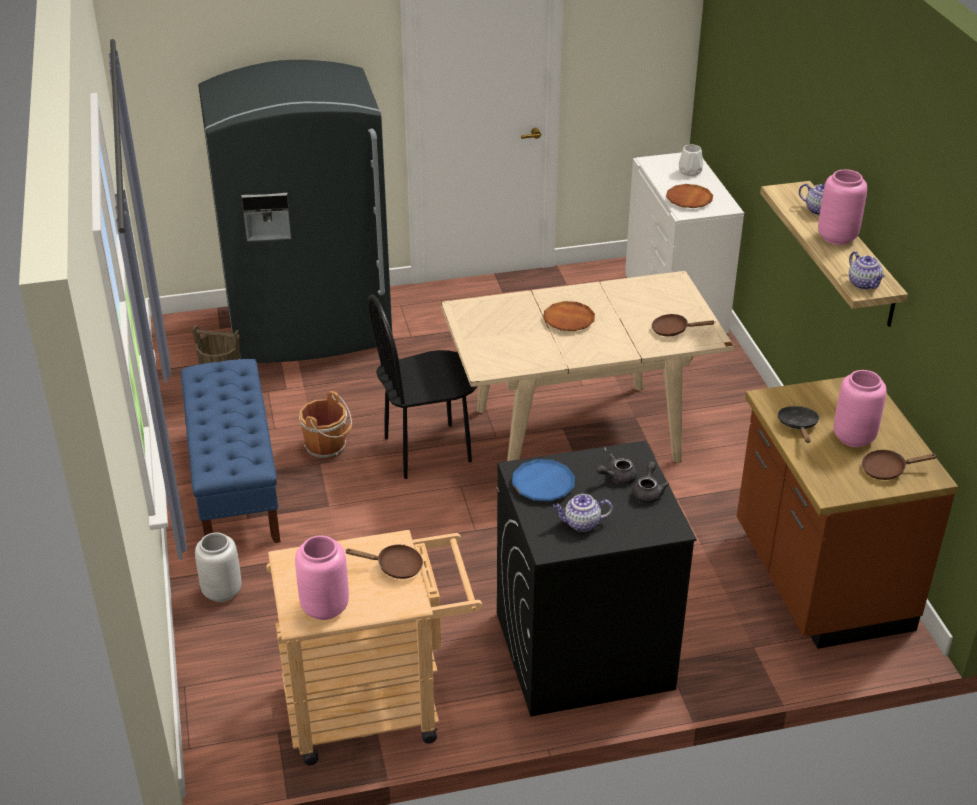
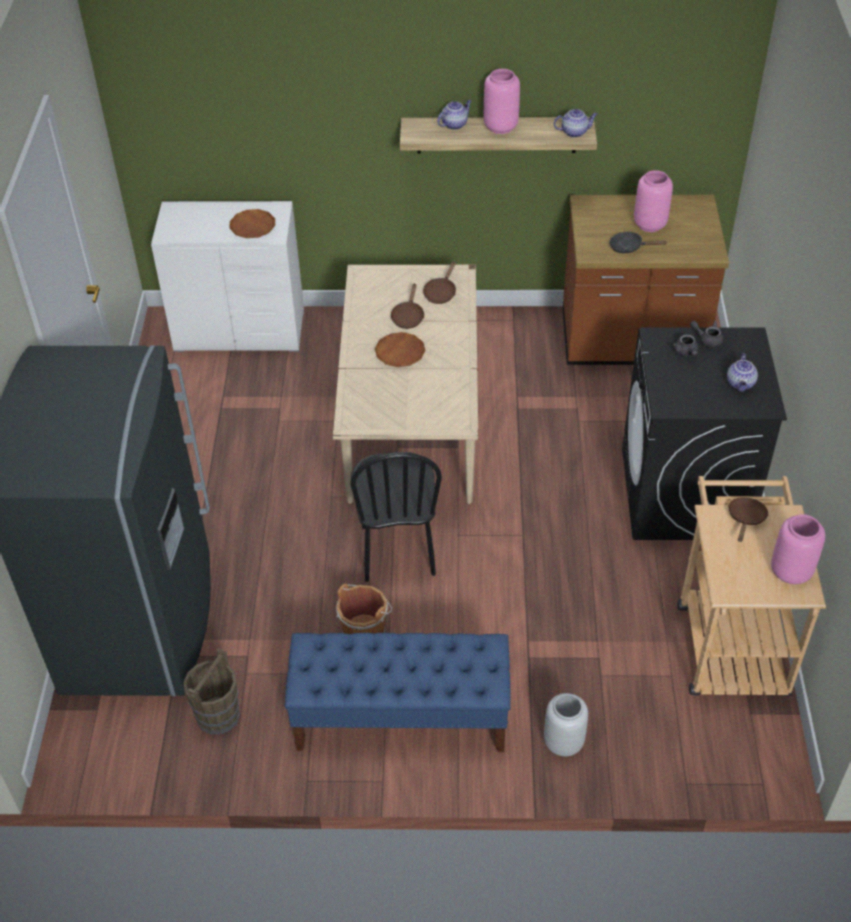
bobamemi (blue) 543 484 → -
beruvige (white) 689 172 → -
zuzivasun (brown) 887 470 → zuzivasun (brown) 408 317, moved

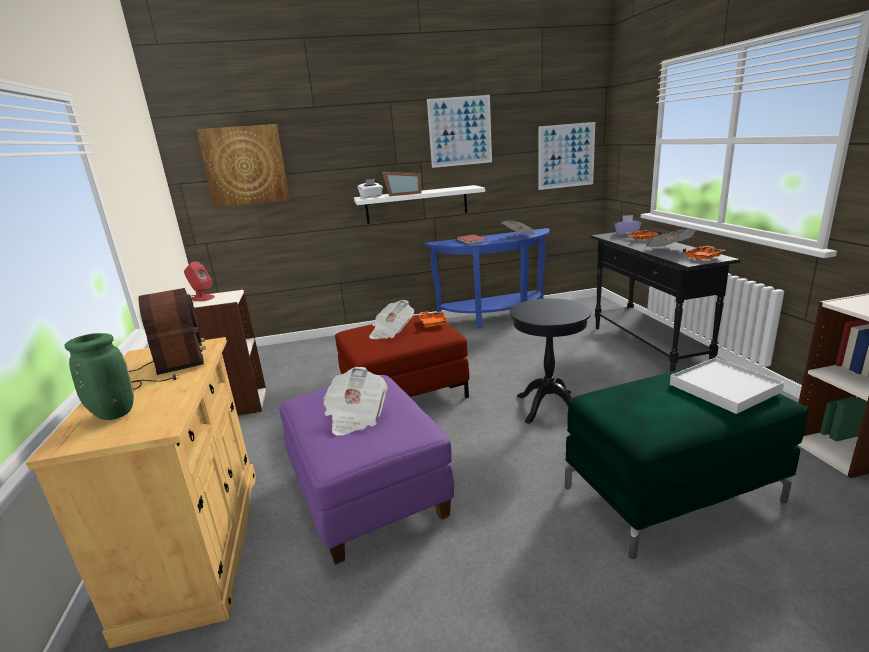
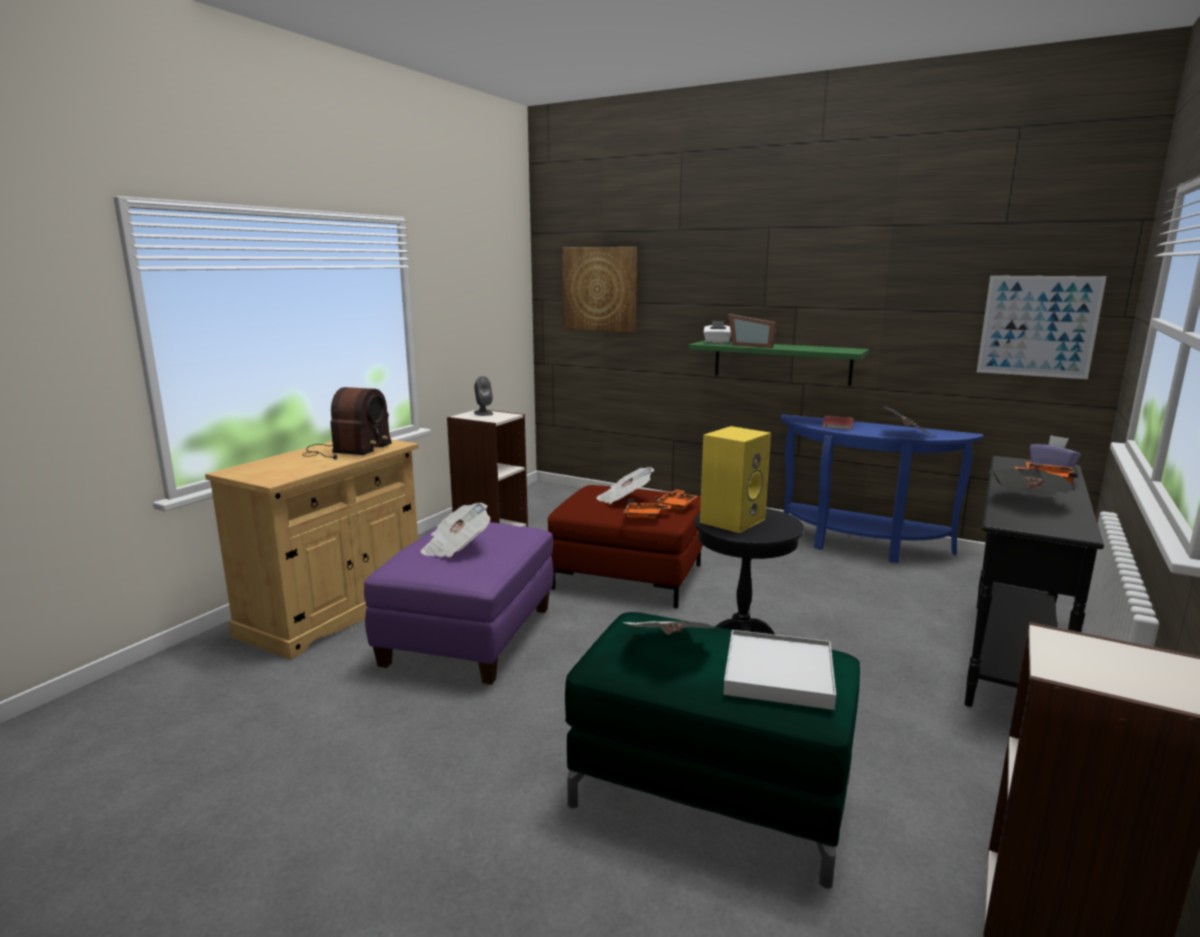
beruvige (green) 113 414 → -
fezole 460 131 → -
- → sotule 668 648
- → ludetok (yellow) 732 520
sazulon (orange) 704 257 → sazulon (orange) 645 516, moved
ludetok (red) 202 298 → ludetok (grey) 483 413
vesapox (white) 416 204 → vesapox (green) 781 362

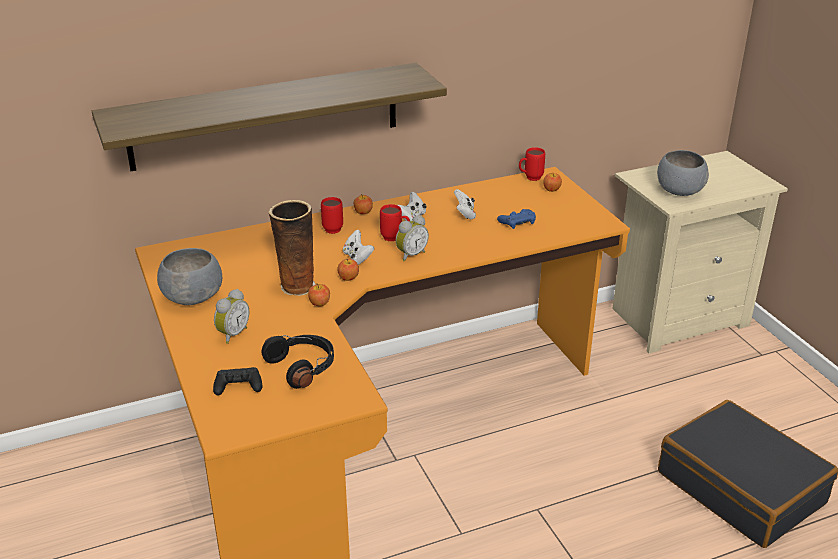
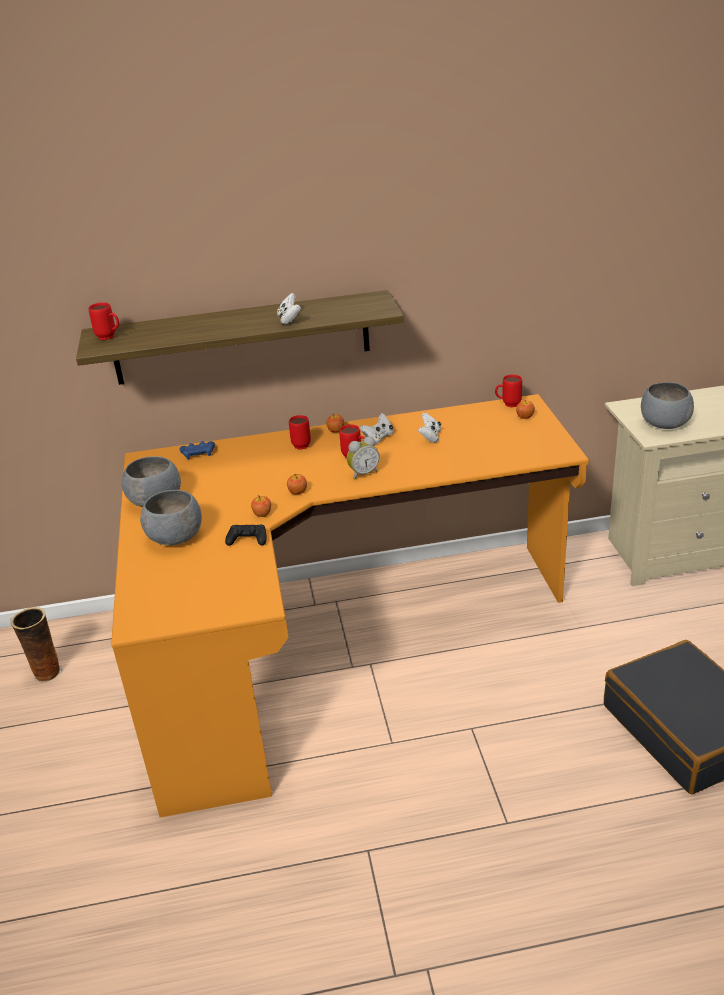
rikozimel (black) 303 367 → -
- → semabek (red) 109 338
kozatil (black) 238 386 → kozatil (black) 247 539, moved
beruvige 296 287 → beruvige 46 673, moved
kozatil (white) 357 258 → kozatil (white) 289 320, moved
kozatil (blue) 517 222 → kozatil (blue) 198 453, moved
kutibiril 232 334 → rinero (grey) 175 537

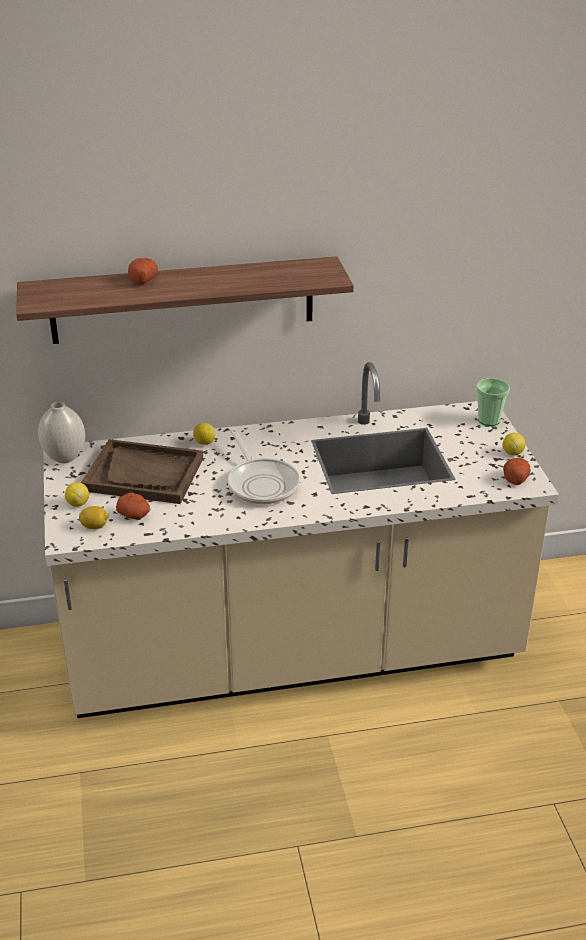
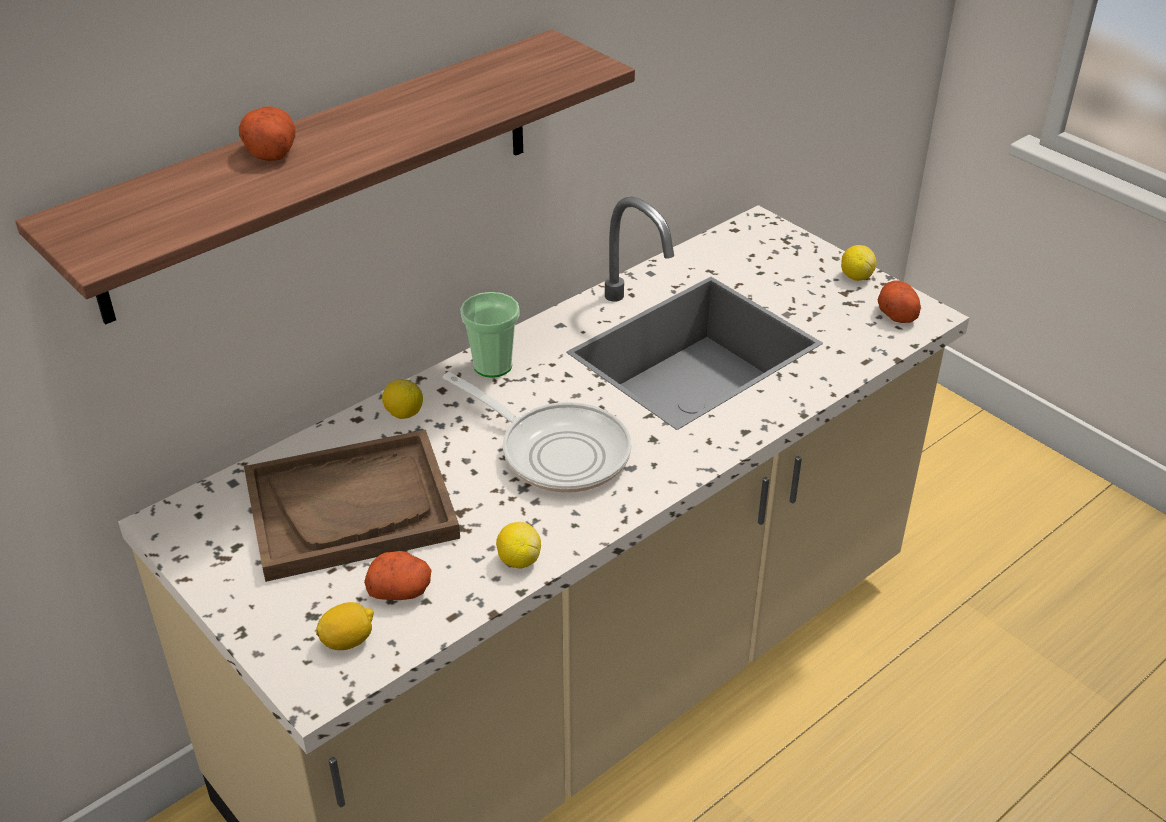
beruvige (white) 65 458 → -
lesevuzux 78 503 → lesevuzux 519 560, moved
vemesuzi 489 420 → vemesuzi 493 366, moved

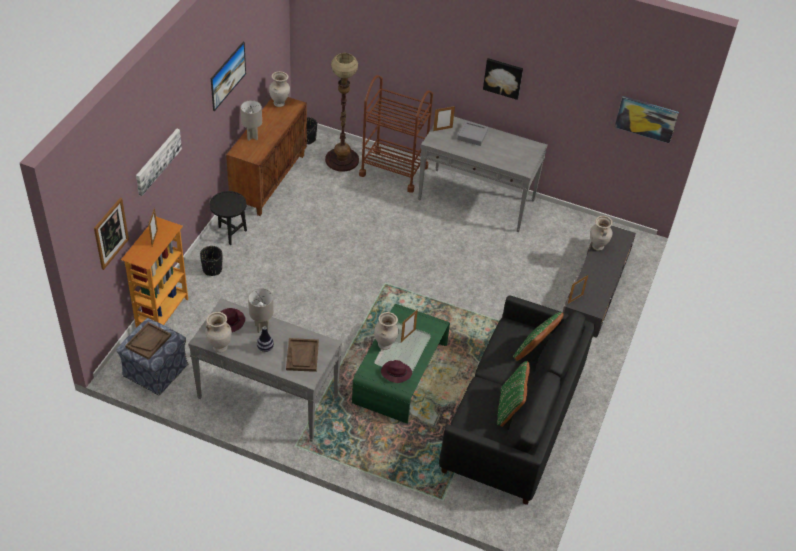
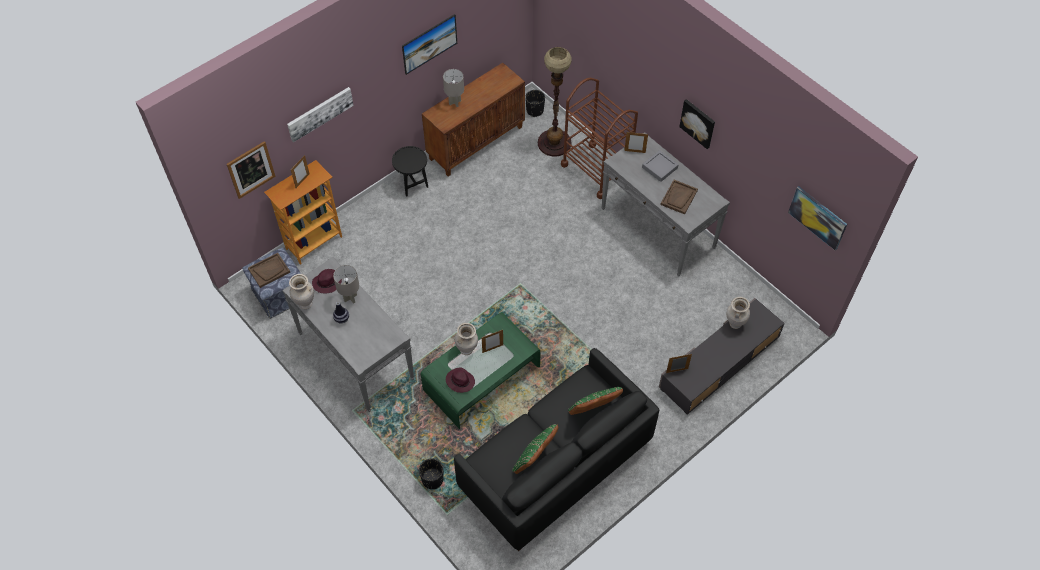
beruvige (beige) 280 104 → -
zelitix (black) 212 269 → zelitix (black) 432 479, moved
sazulon (brown) 302 356 → sazulon (brown) 679 197, moved

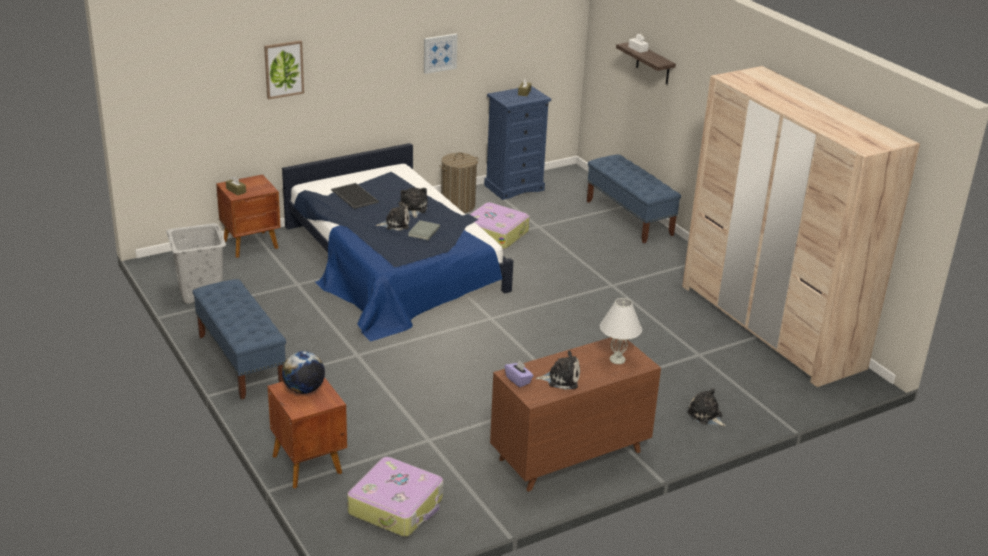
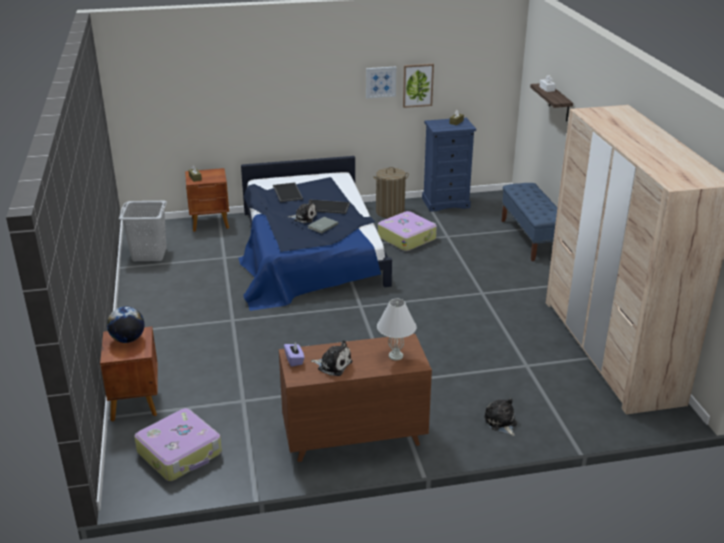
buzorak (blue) 241 361 → -
fezole 283 69 → fezole 417 85, moved
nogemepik 413 209 → sazulon 327 207

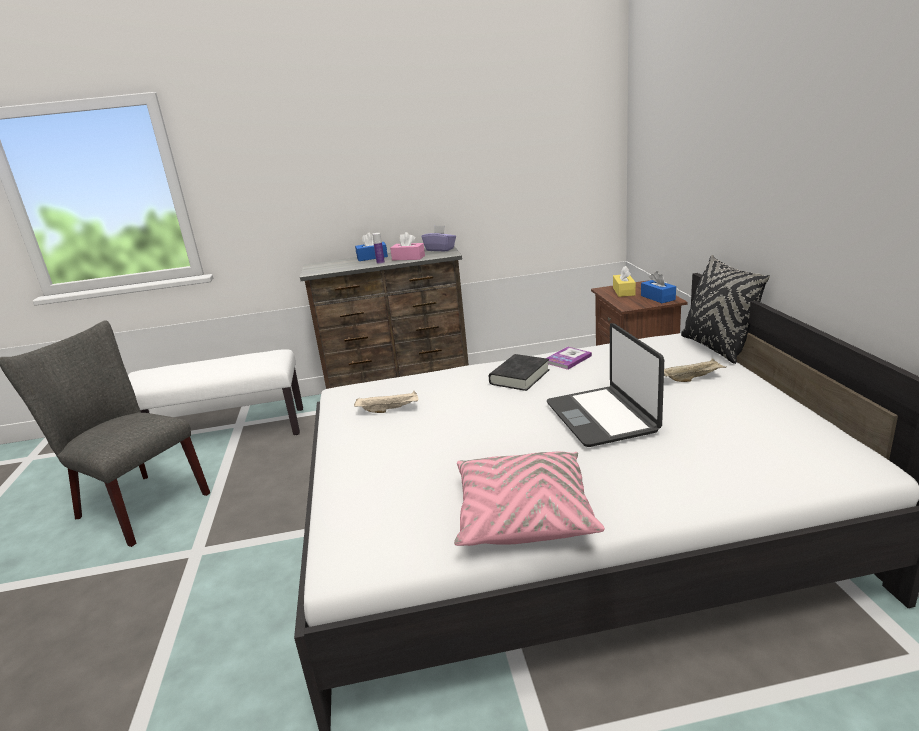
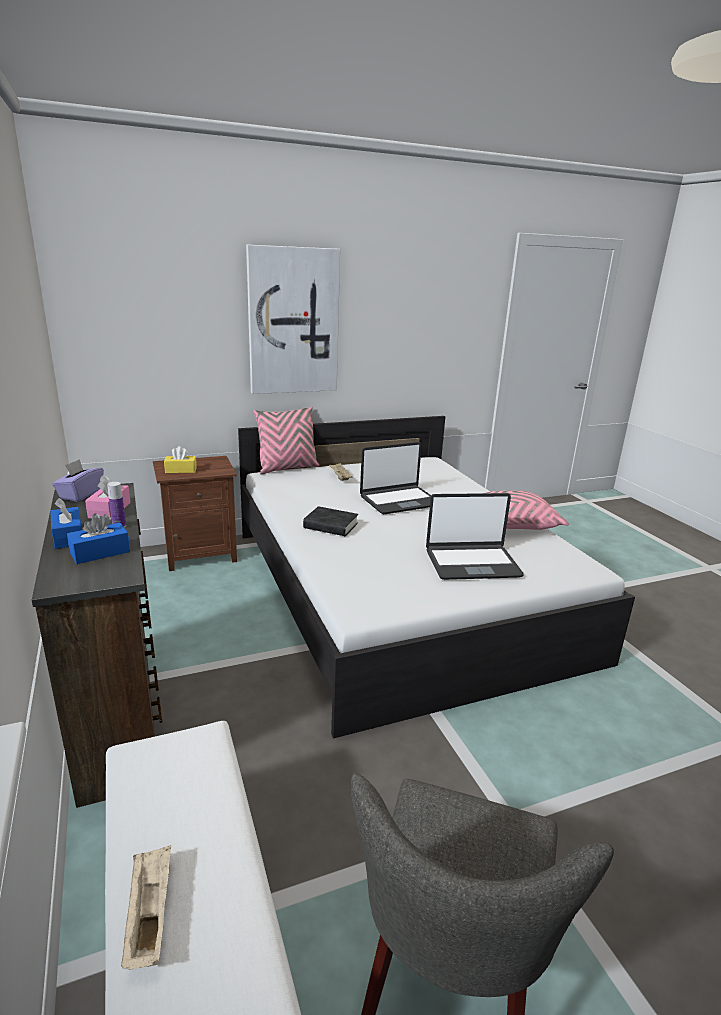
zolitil 567 359 → -
- → fezole 293 322
- → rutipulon 472 563
sazulon (beige) 389 410 → sazulon (beige) 149 915, moved
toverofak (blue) 658 297 → toverofak (blue) 100 552, moved
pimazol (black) 716 348 → pimazol (pink) 287 468

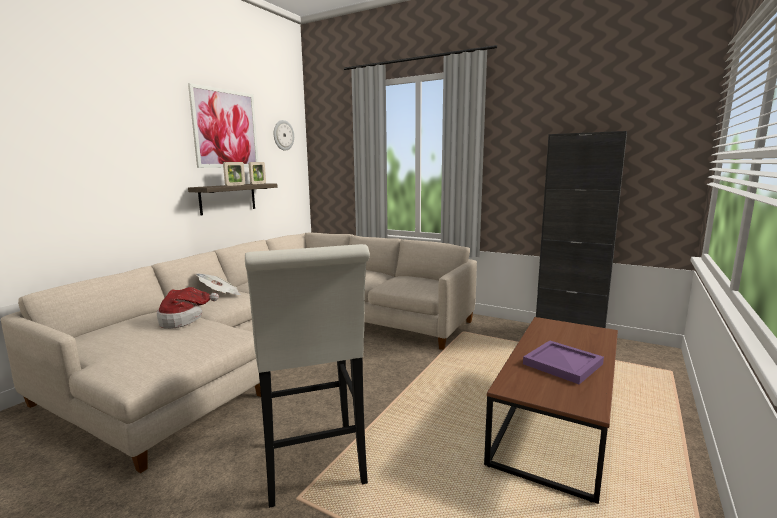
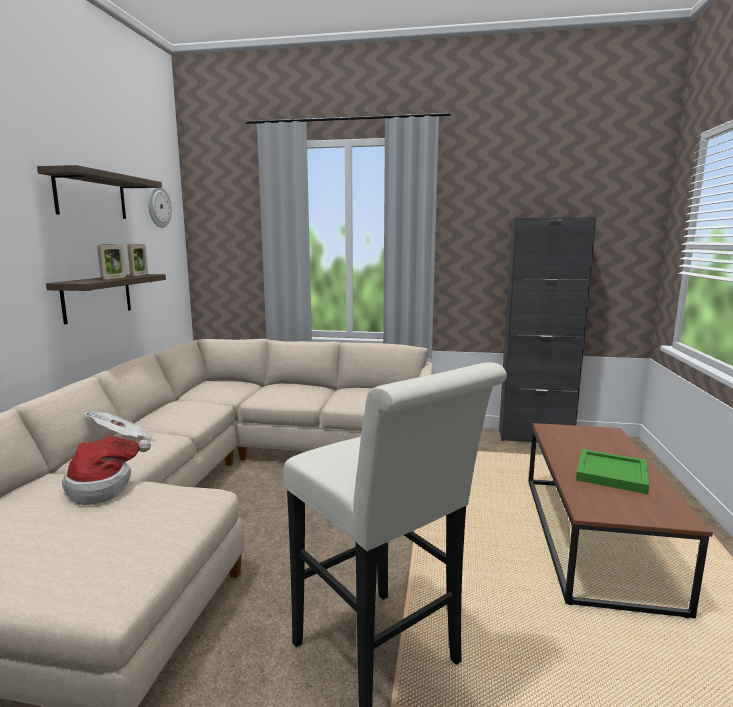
fezole 226 129 → vesapox 91 196
sazulon (purple) 562 363 → sazulon (green) 610 473

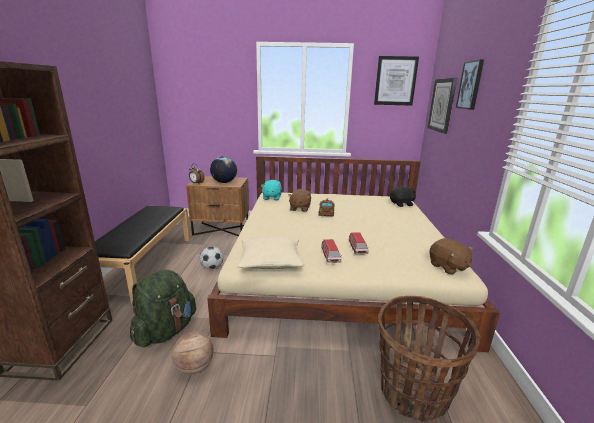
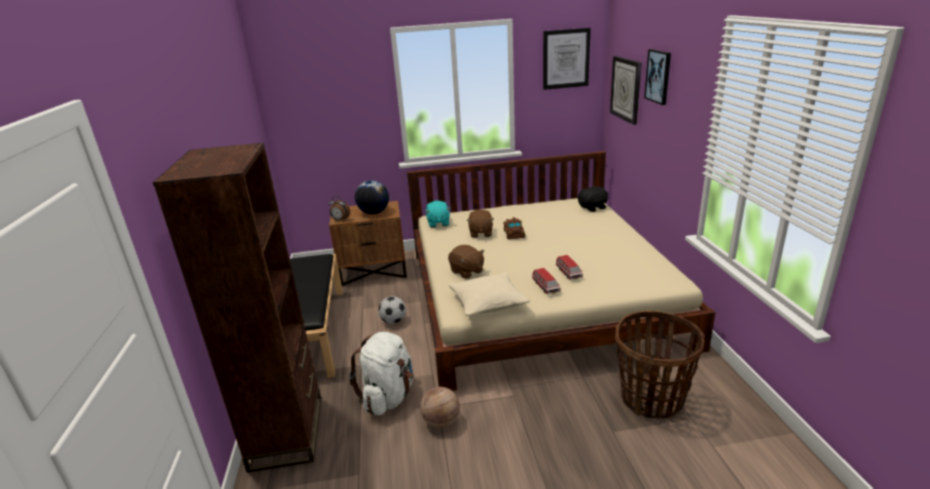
nogemepik (brown) 448 267 → nogemepik (brown) 467 271, moved
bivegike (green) 166 331 → bivegike (white) 388 397

